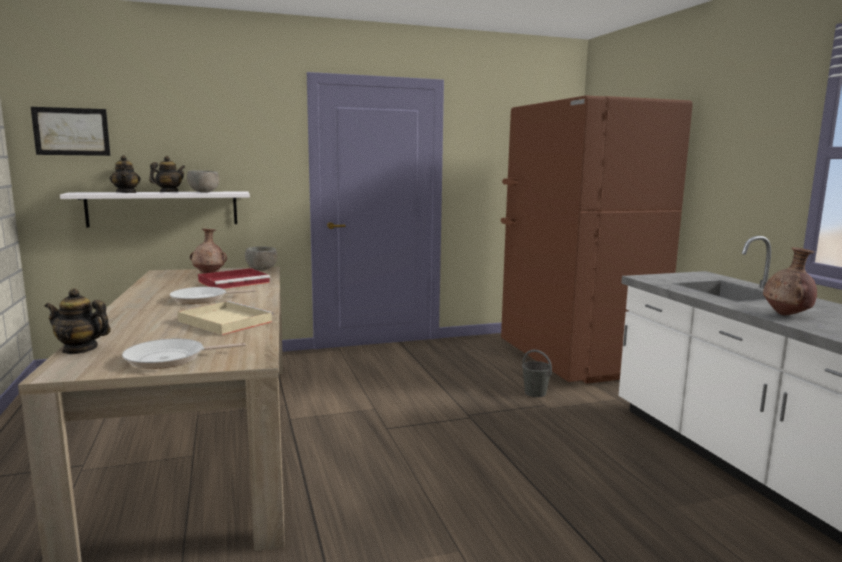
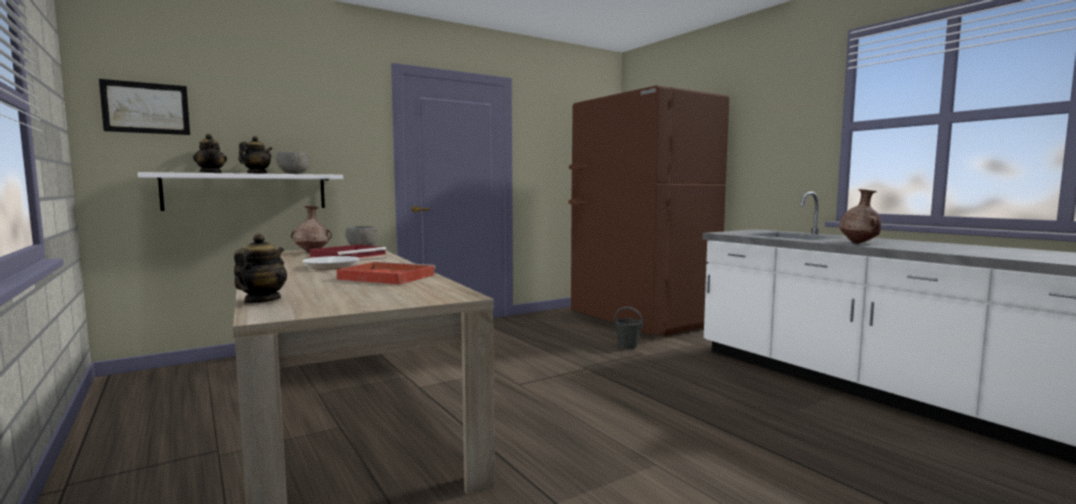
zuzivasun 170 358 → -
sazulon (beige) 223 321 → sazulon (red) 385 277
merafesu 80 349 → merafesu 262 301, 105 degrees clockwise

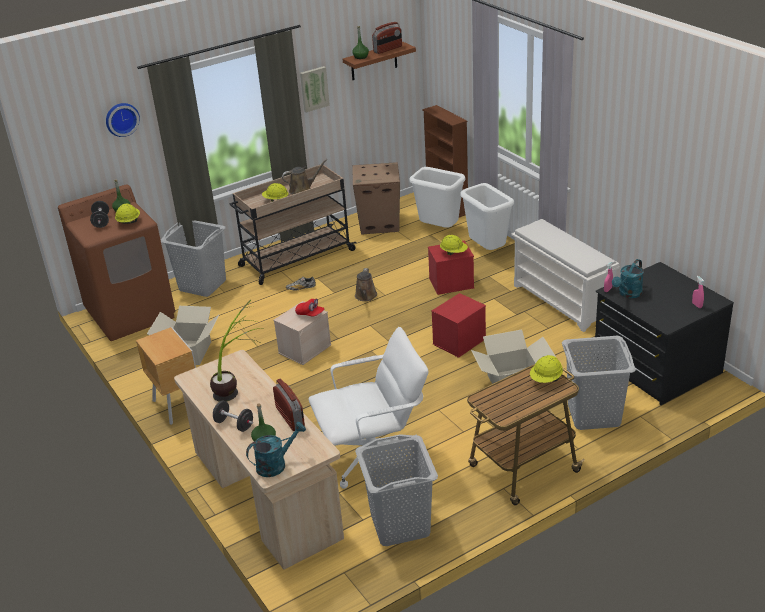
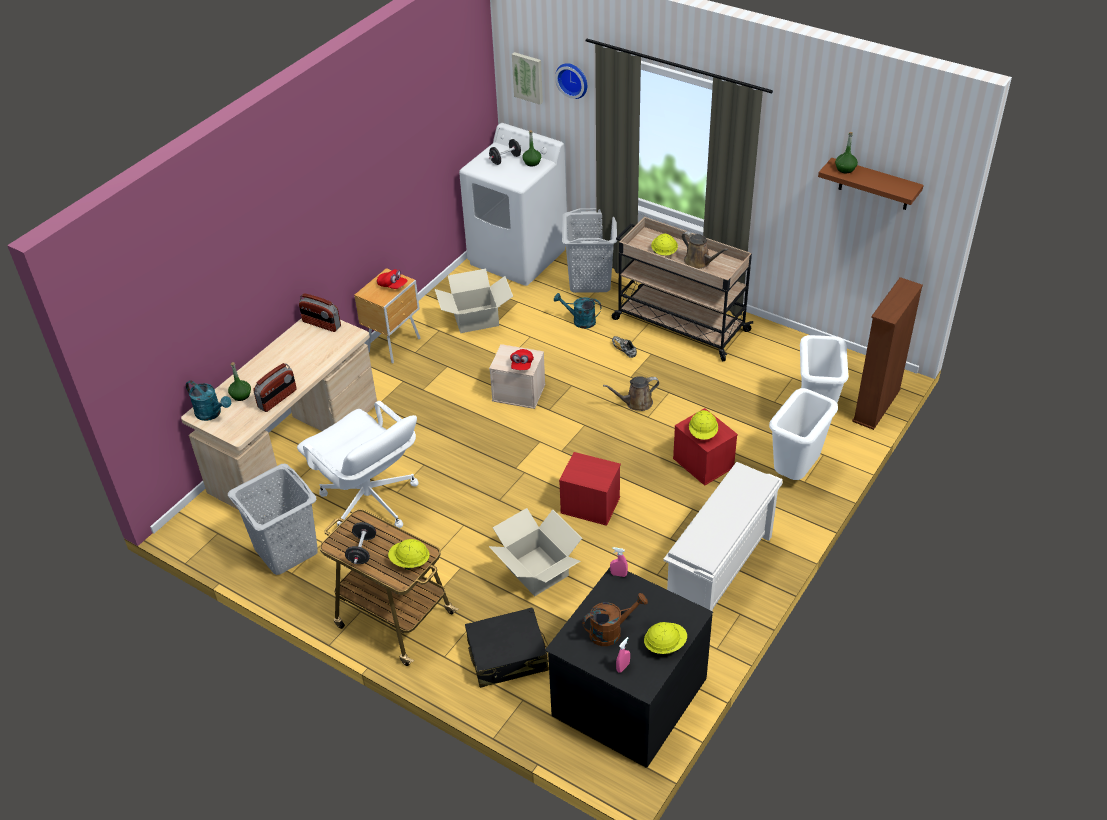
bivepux 238 386 → -
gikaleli 380 224 → -
- → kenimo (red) 392 285
- → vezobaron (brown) 611 631
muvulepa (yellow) 128 222 → muvulepa (yellow) 665 645, moved
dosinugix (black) 234 424 → dosinugix (black) 362 551, moved
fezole 314 88 → fezole 528 77, moved
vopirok 388 49 → vopirok 321 324, moved
vezobaron (turquoise) 628 294 → vezobaron (turquoise) 580 321, moved
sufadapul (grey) 593 414 → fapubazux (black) 508 656
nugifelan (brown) 131 313 → nugifelan (white) 518 256

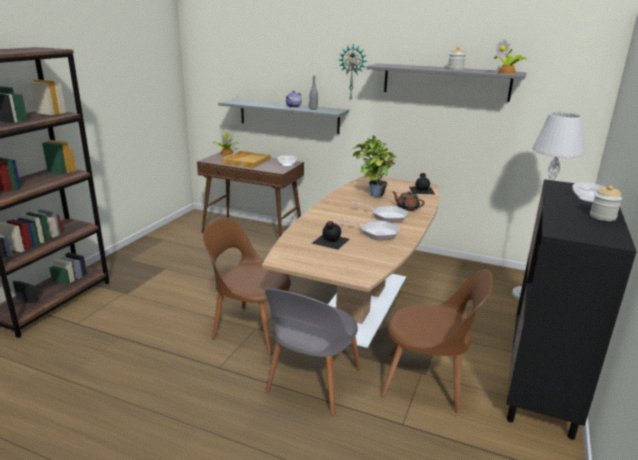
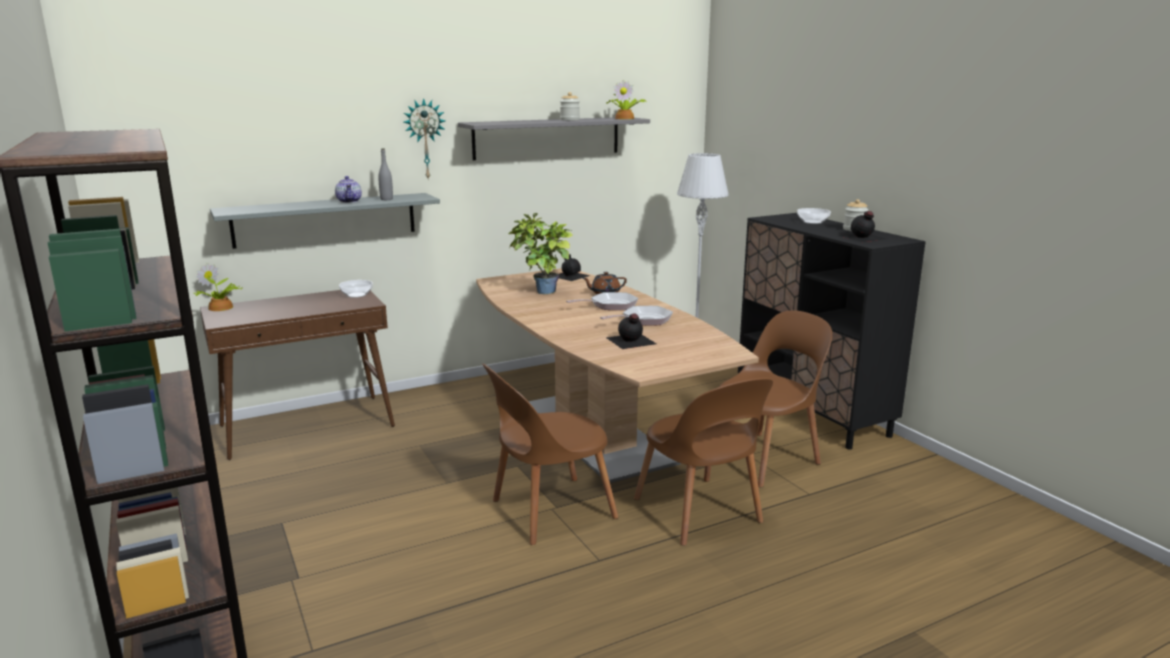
sazulon (beige) 246 161 → -
- → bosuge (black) 862 237
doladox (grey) 312 383 → doladox (brown) 699 513

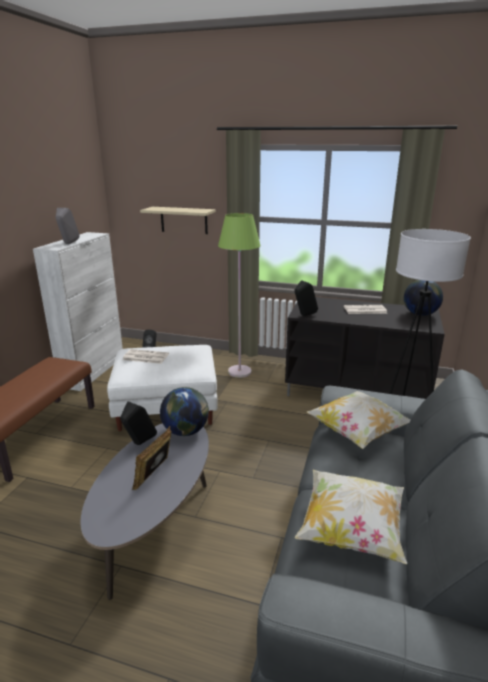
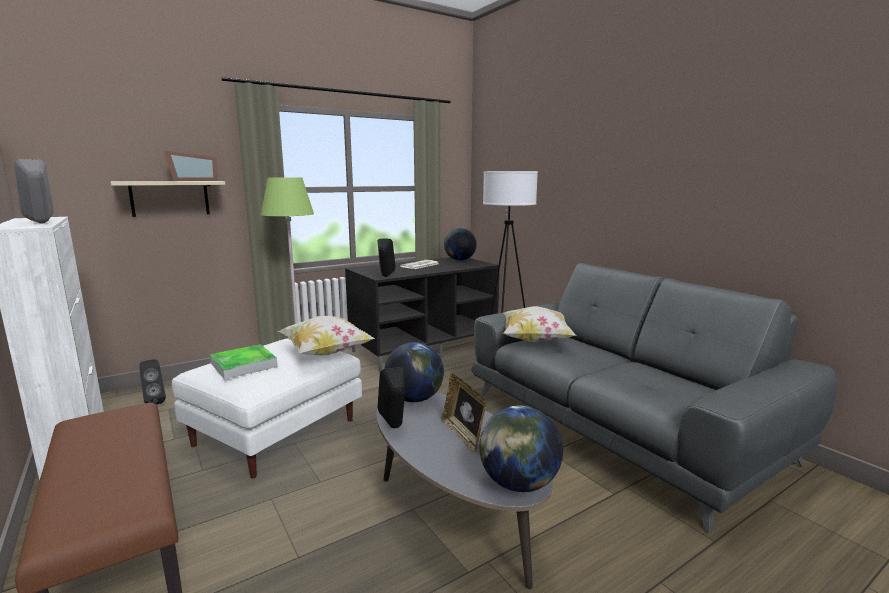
- → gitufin 193 180
- → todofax 518 484
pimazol 351 530 → pimazol 326 353, moved
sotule 145 357 → sazulon 244 365

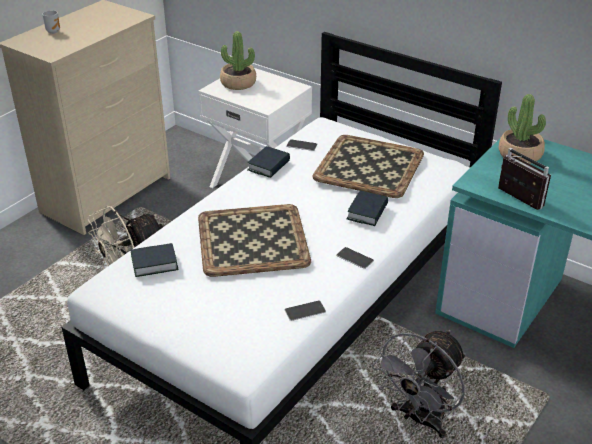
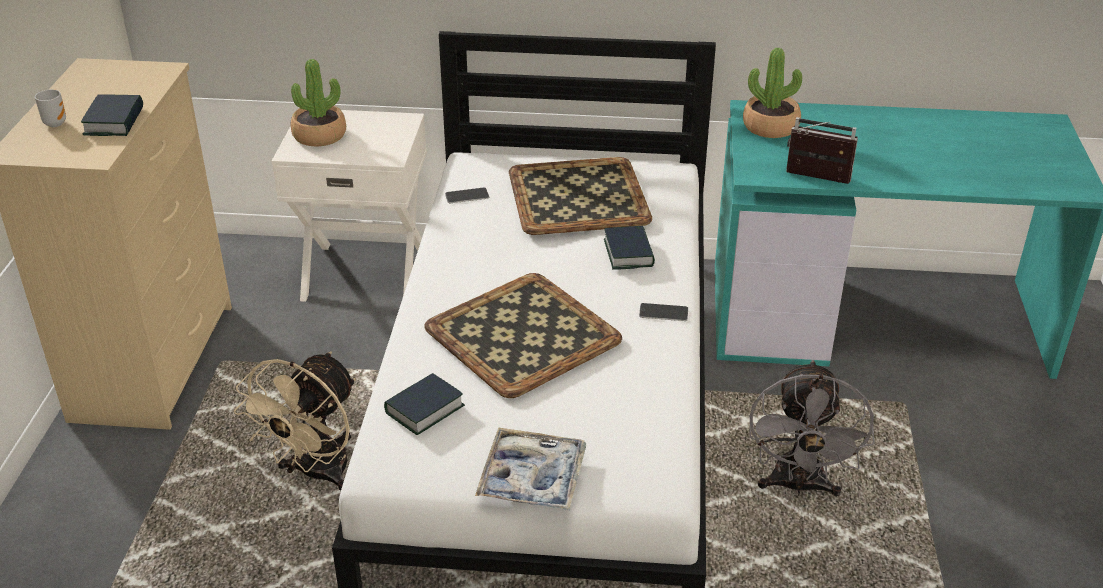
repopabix 305 311 → -
- → sazulon 532 478
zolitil 269 166 → zolitil 114 122, moved

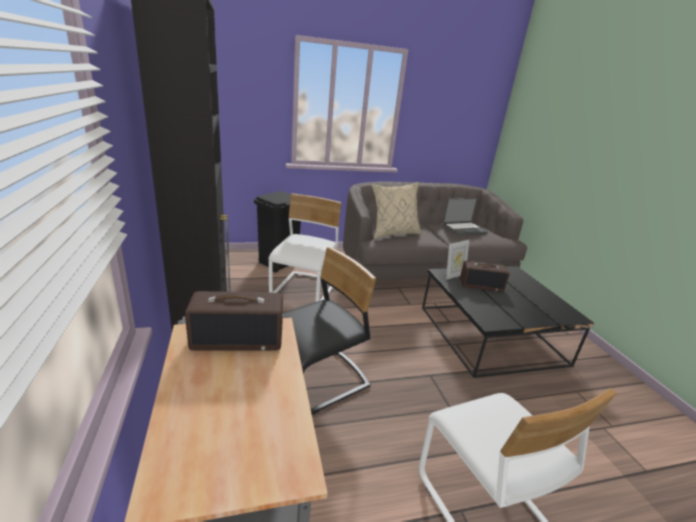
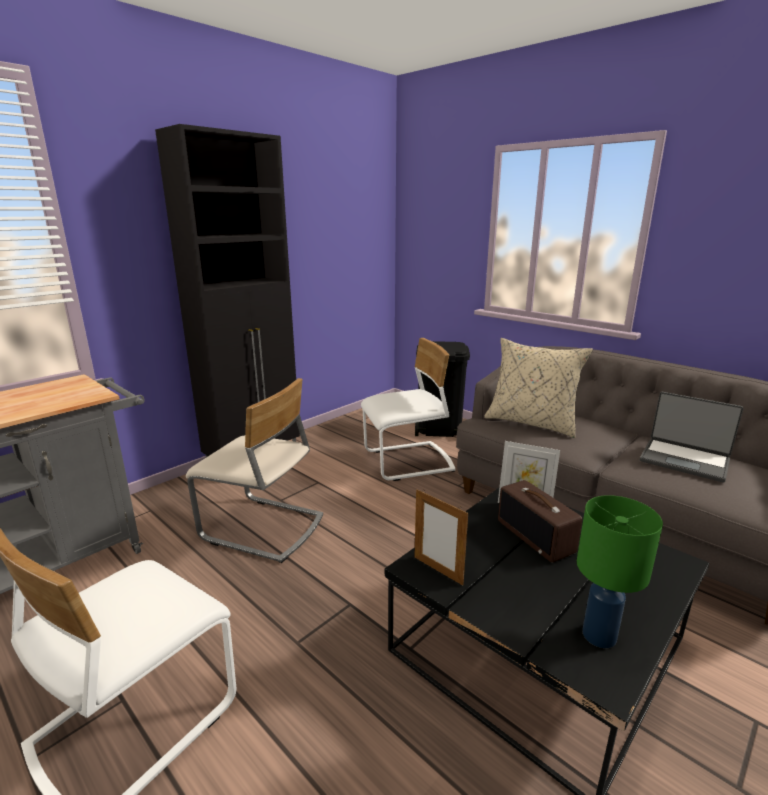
vopirok 238 339 → -
- → gitufin 438 570
- → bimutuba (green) 599 634
doladox (black) 318 381 → doladox (beige) 262 528

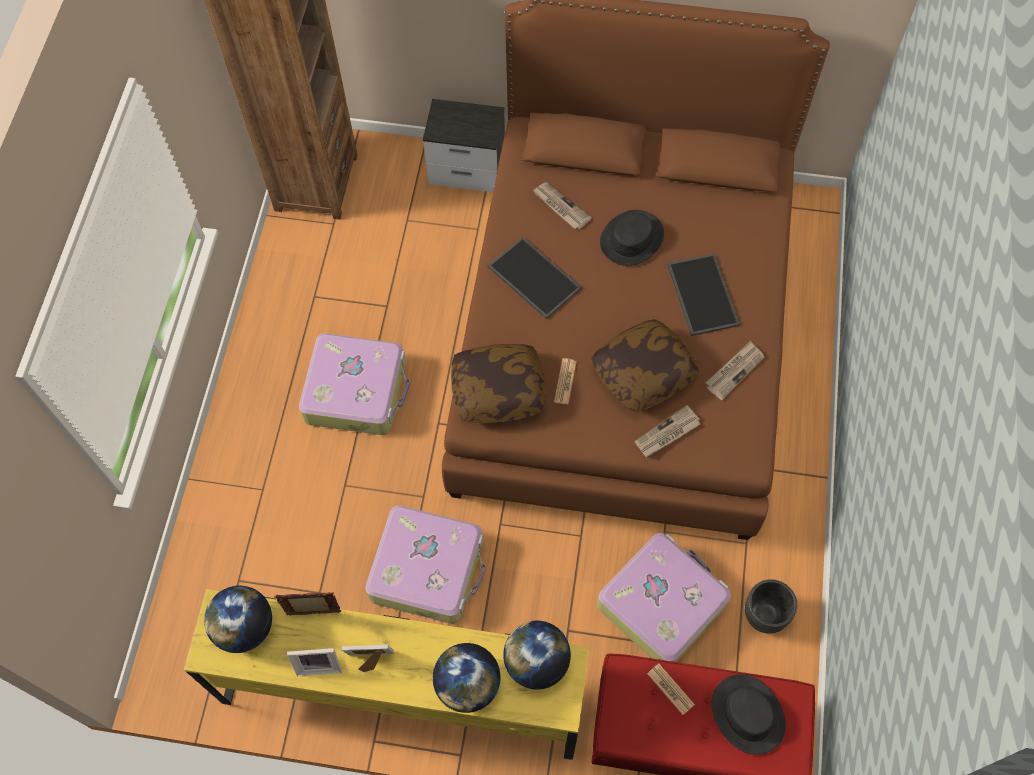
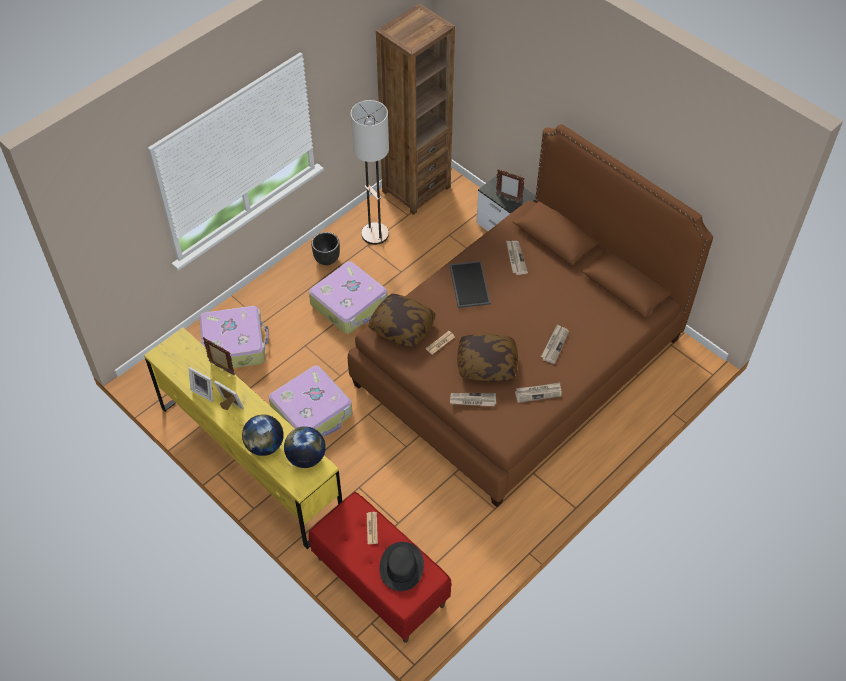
todofax 245 627 → -
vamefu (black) 631 238 → -
- → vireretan 374 234
- → gitufin 508 198
fapubazux 661 603 → fapubazux 234 344, moved
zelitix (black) 763 615 → zelitix (black) 326 259, moved
sazulon 701 294 → sotule 554 345

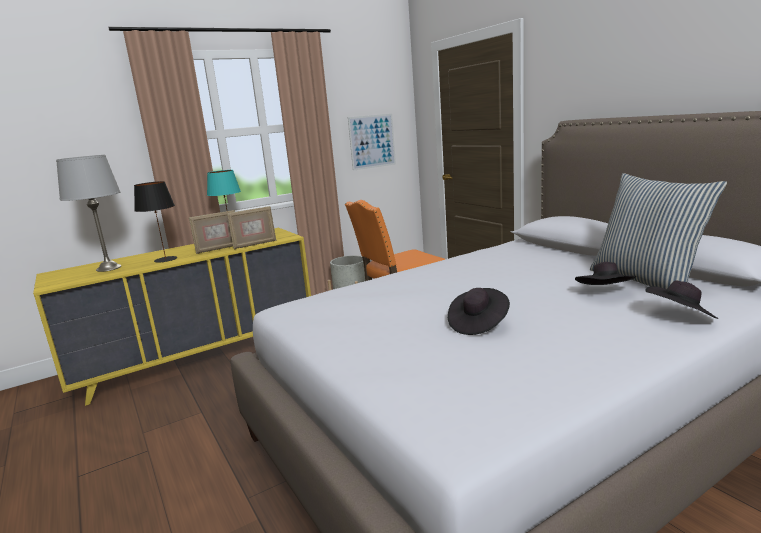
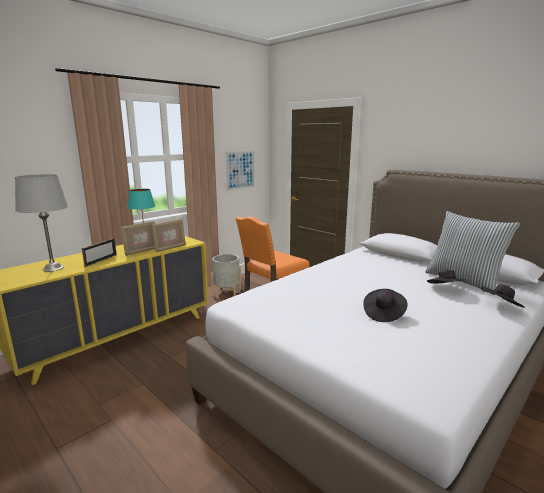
bimutuba (black) 165 259 → gitufin 101 260

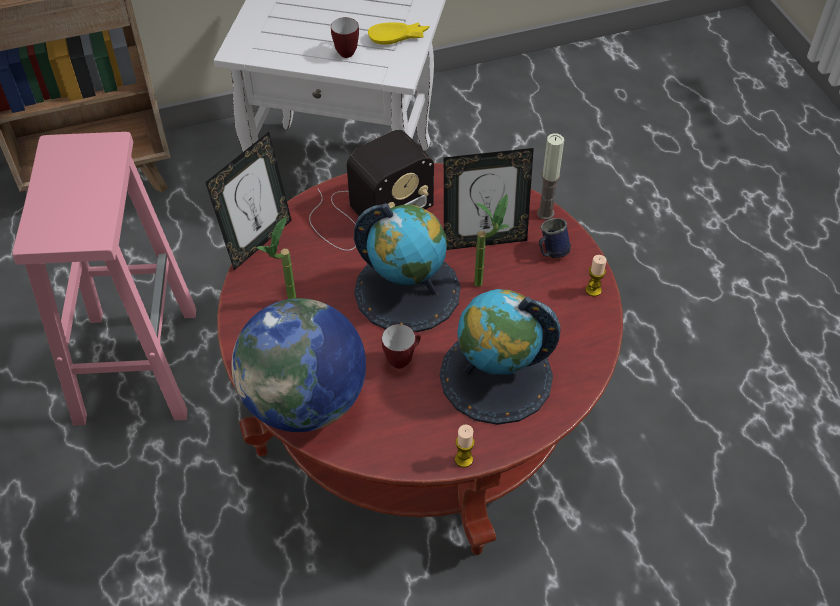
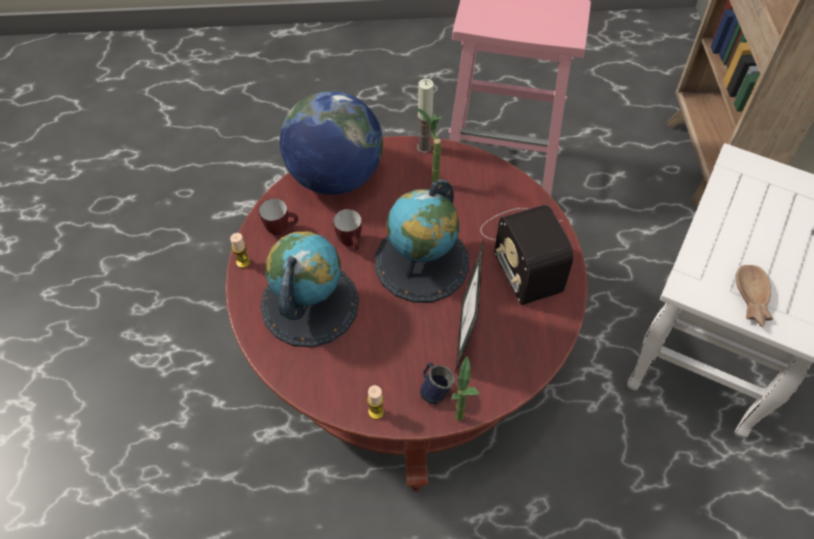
gitufin 258 241 → -
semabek 344 51 → semabek 281 229, moved
bivepux 486 280 → bivepux 460 425, moved
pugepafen 545 213 → pugepafen 424 147, moved
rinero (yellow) 399 38 → rinero (brown) 750 300

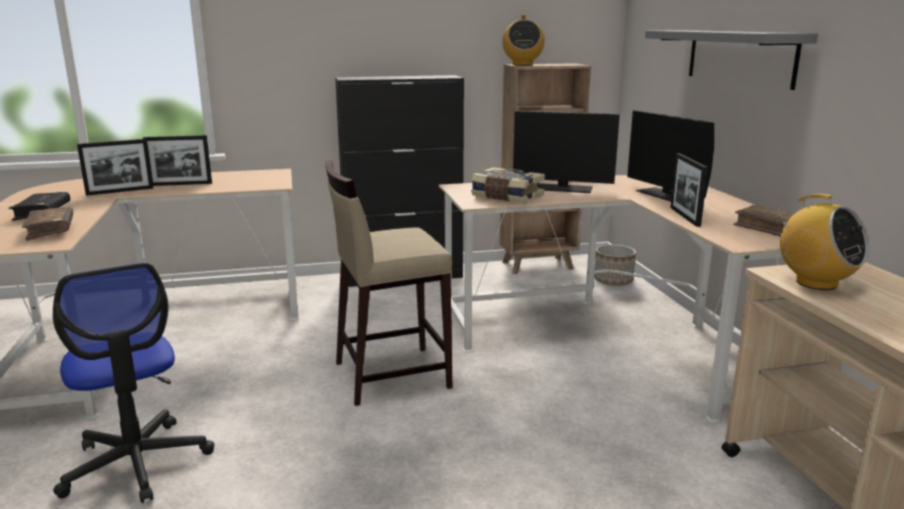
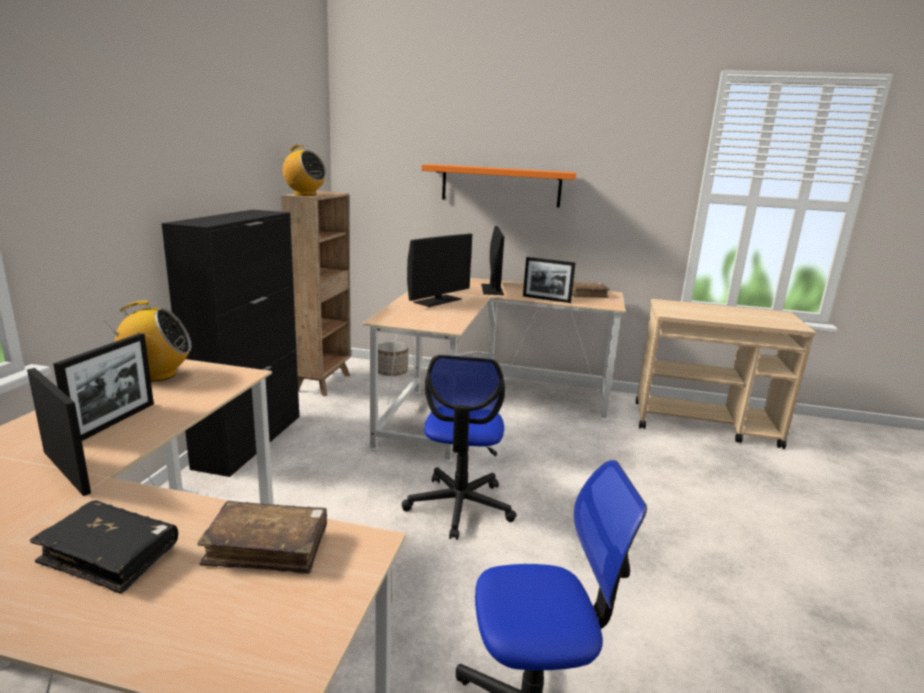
zolitil 506 197 → -
vopirok 815 283 → vopirok 157 375, moved
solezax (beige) 390 374 → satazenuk 459 506
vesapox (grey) 739 57 → vesapox (orange) 501 185
gitufin 120 191 → gitufin 66 471, 45 degrees counterclockwise
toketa 666 195 → toketa 492 289, 90 degrees counterclockwise

